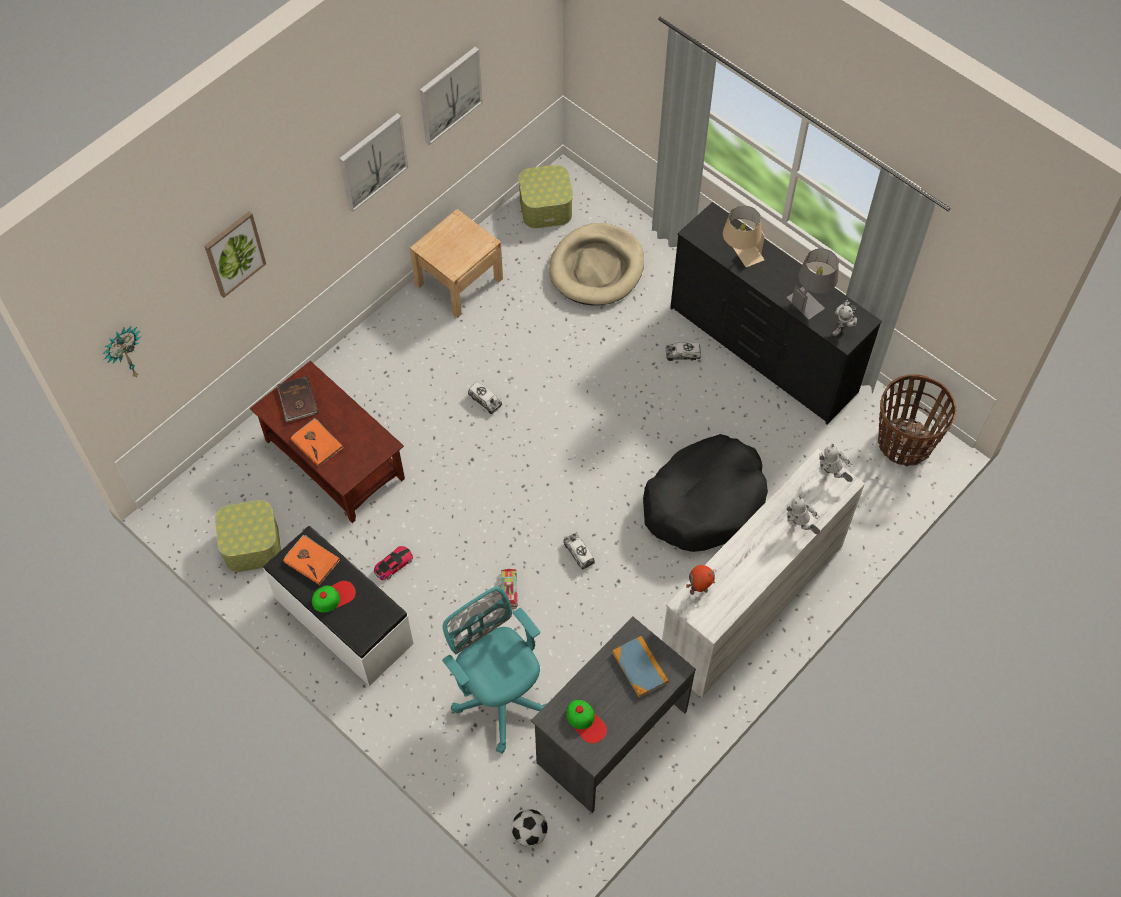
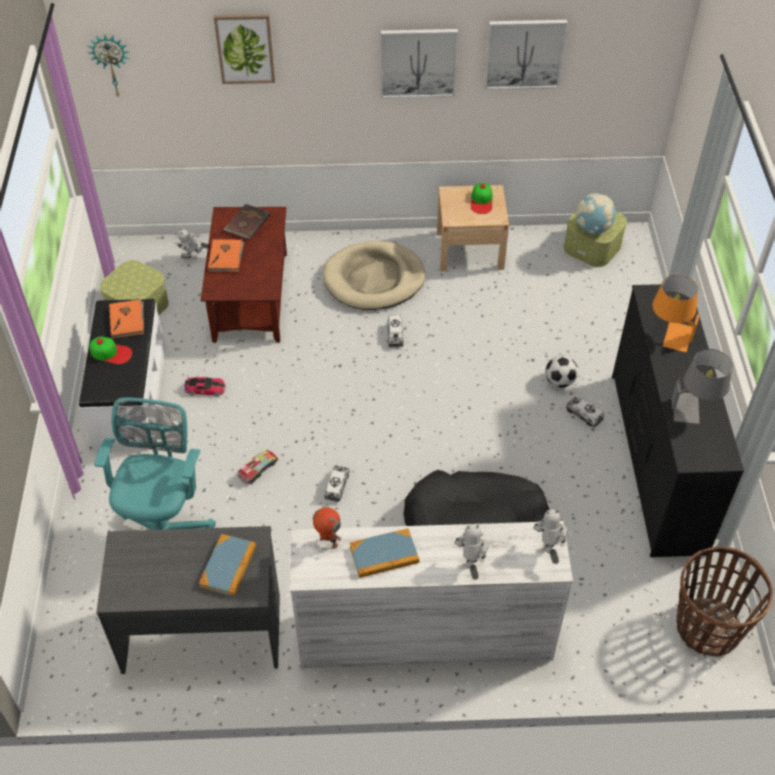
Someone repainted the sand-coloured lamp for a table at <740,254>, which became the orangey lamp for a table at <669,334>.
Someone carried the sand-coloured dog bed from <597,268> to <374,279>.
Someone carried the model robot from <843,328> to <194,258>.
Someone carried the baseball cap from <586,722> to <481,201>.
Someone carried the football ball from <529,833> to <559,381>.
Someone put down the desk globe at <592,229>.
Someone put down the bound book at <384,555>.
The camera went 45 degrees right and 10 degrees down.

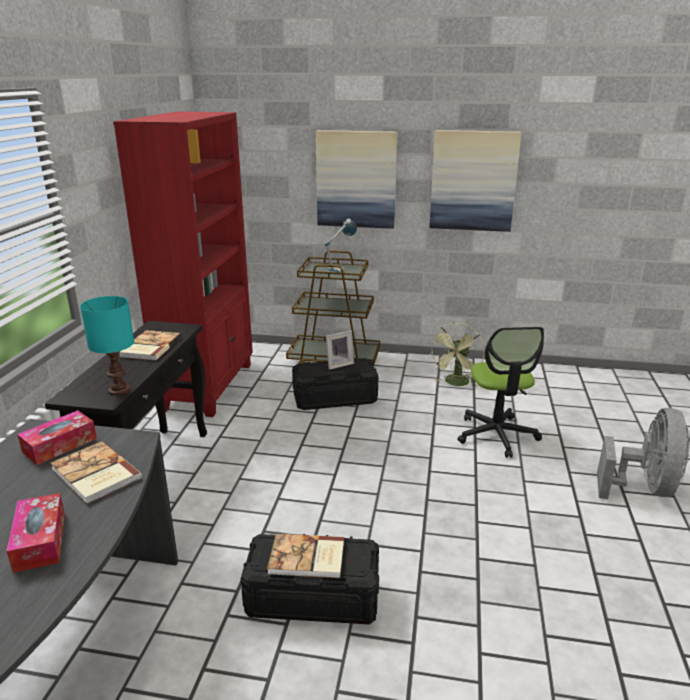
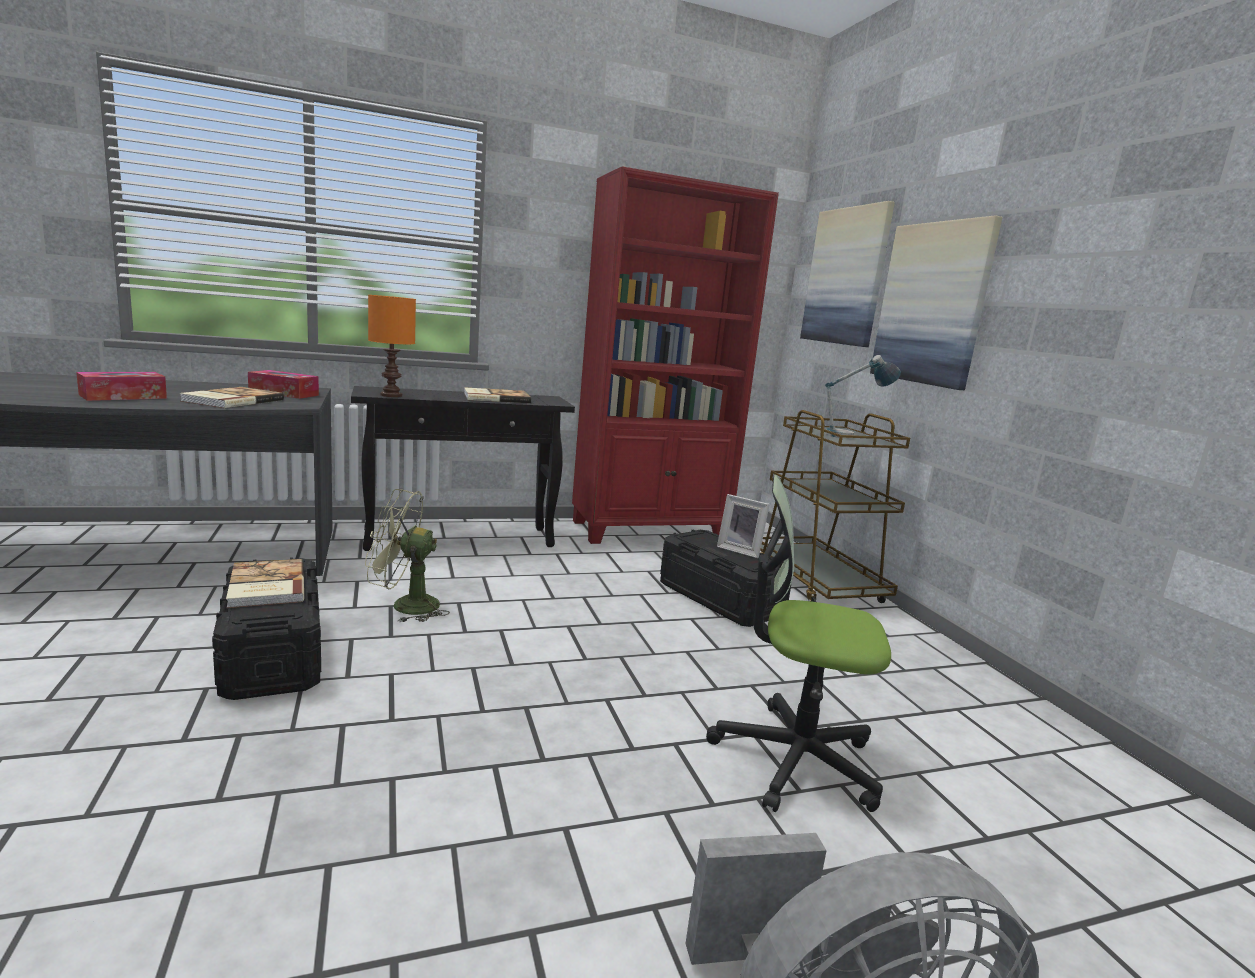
Someone carried the wall art from <473,181> to <846,276>.
Someone repainted the turquoise lamp for a table at <120,390>, which became the orangey lamp for a table at <392,395>.
Someone carried the green-coloured fan from <456,383> to <405,606>.
Someone rotated the desk chair at <496,435> by 45 degrees clockwise.
The camera went 60 degrees right and 10 degrees down.

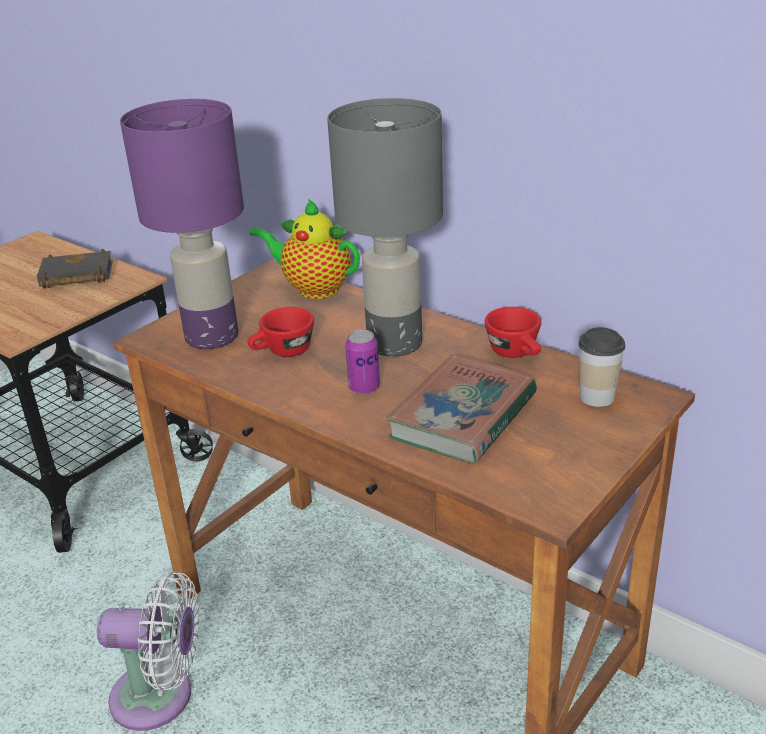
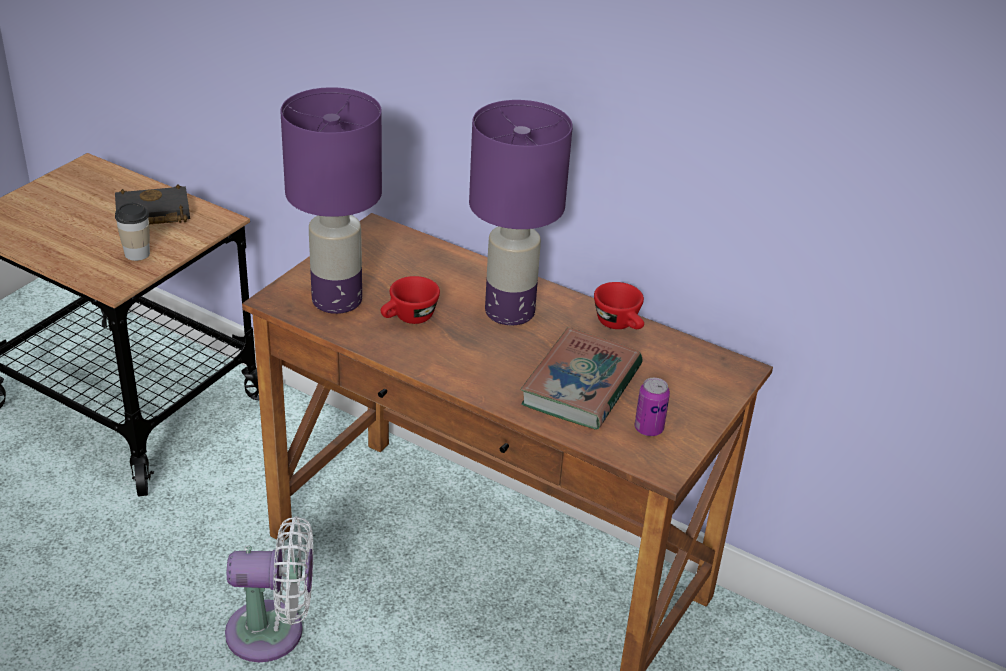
Someone repainted the grey lamp for a table at <393,343>, which became the purplish lamp for a table at <508,311>.
Someone took away the tea pot at <313,289>.
Someone carried the drinking cup from <597,397> to <137,254>.
Someone carried the sealed can from <364,387> to <648,429>.
The camera went 10 degrees left and 5 degrees up.

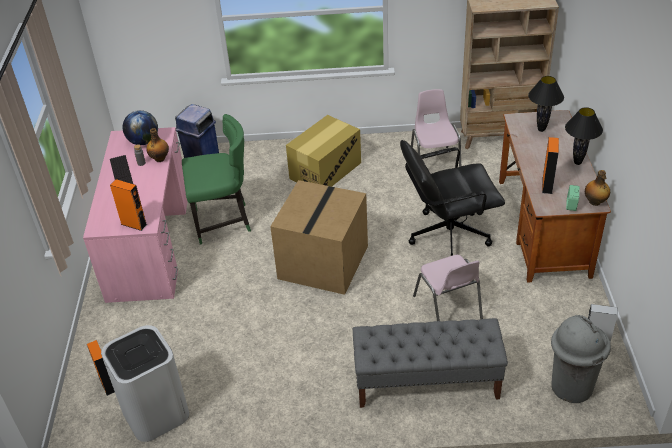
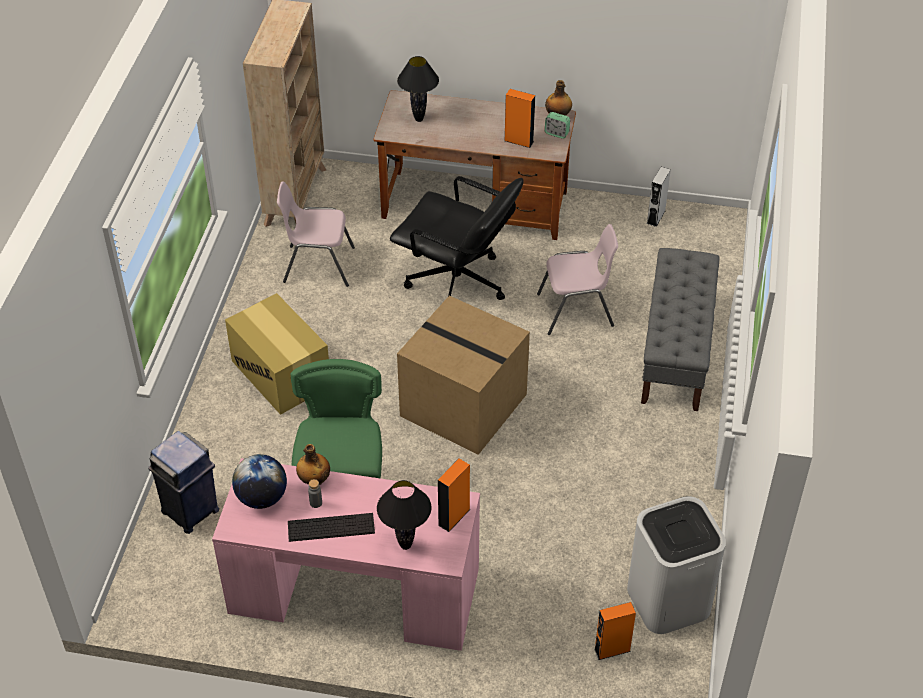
Someone carried the black lamp for a table from <578,163> to <406,545>.
Someone rotated the black desk chair at <448,235> by 60 degrees counterclockwise.
Someone took away the grey rubbish bin at <571,386>.
The camera went 80 degrees left and 5 degrees up.

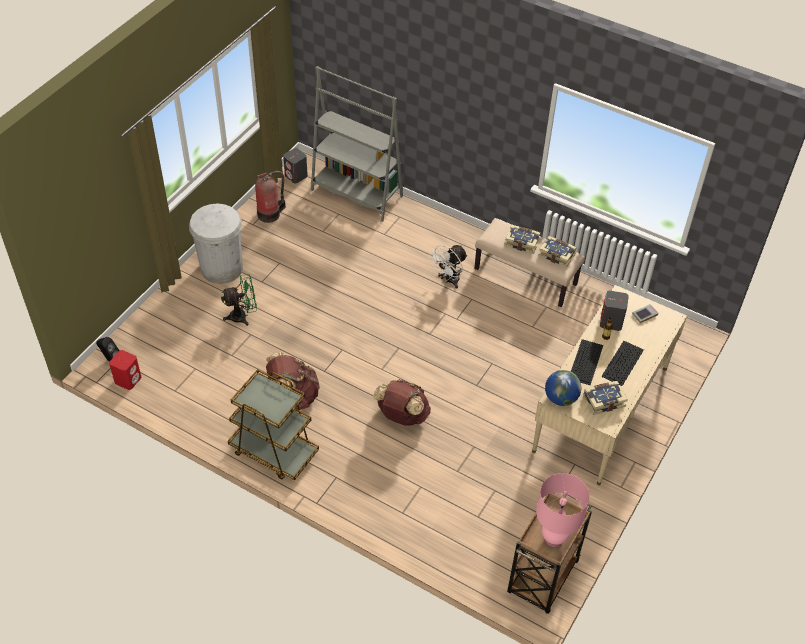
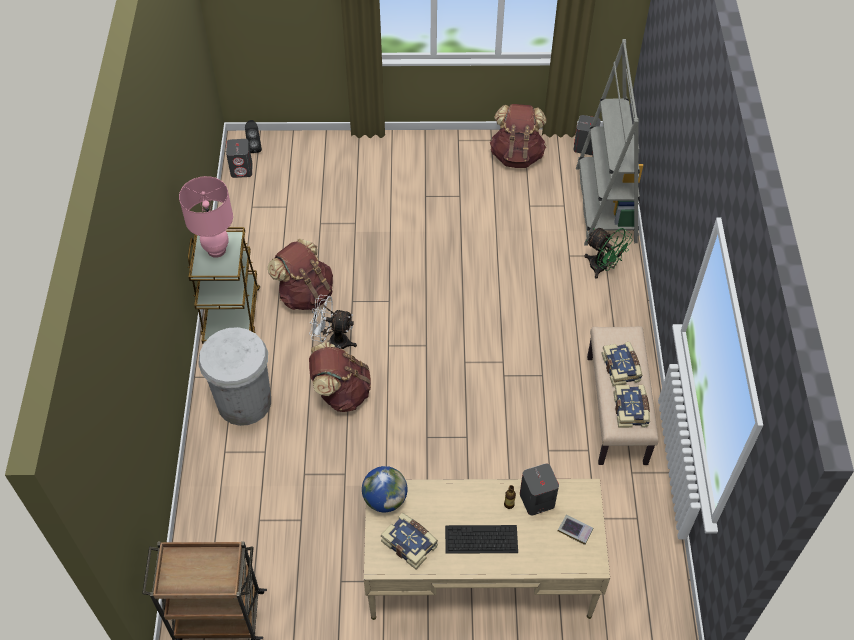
Someone swapped the extinguisher at <270,214> for the brown rucksack at <517,155>.
Someone carried the white rubbish bin from <221,268> to <244,402>.
Someone carried the white fan from <449,280> to <333,342>.
Someone carried the green-coloured fan from <243,316> to <602,268>.
Someone took away the keyboard at <586,362>.
Someone repainted the red-coloured loudspeaker at <128,379>, which became the grey loudspeaker at <242,169>.
Someone carried the pink lamp for a table from <553,539> to <216,250>.
The camera went 60 degrees right and 5 degrees up.

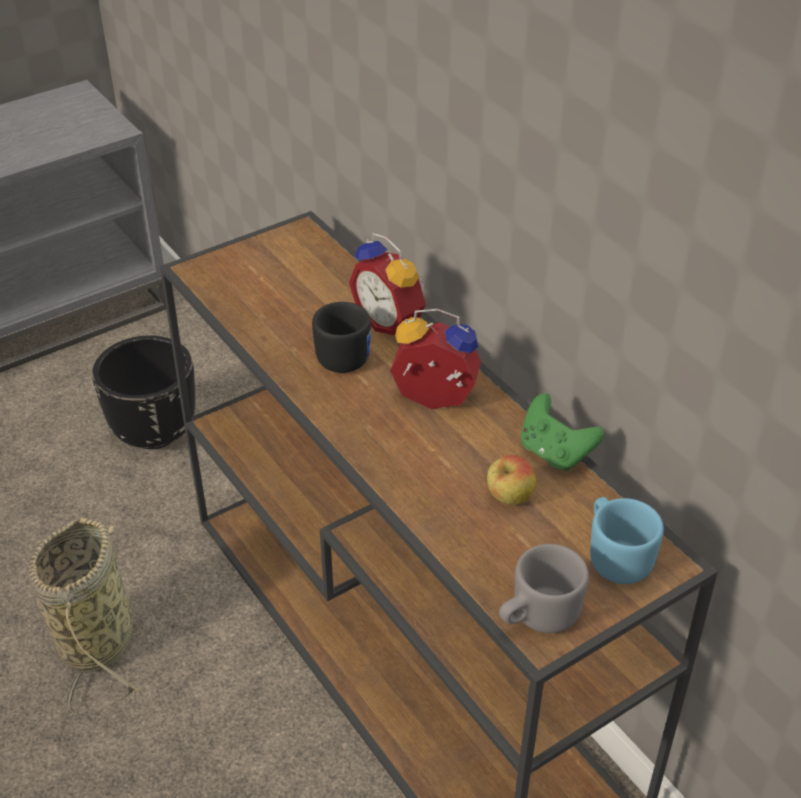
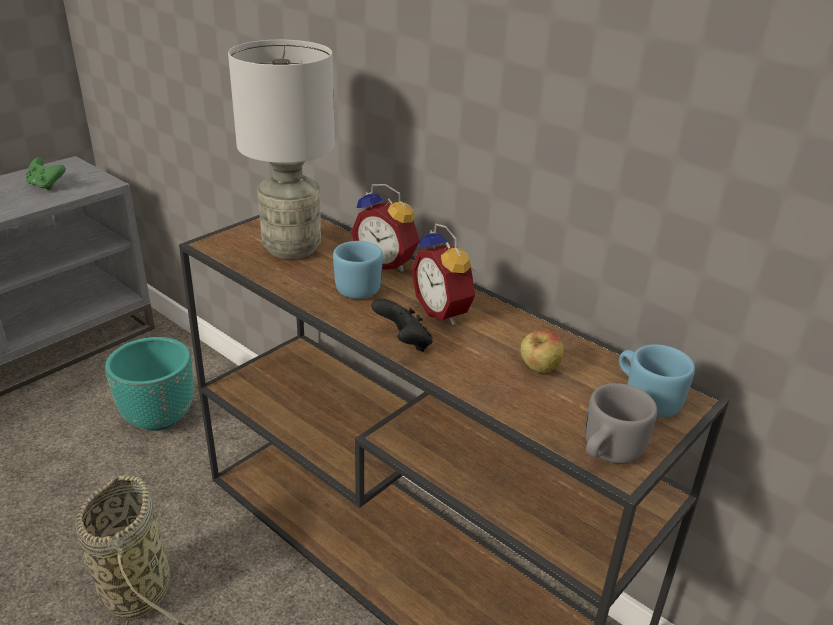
Someone repainted the black mug at <341,354>, which became the bluish mug at <355,287>.
Someone rotated the bedside clock at <433,402> by 120 degrees counterclockwise.
Someone repainted the black planter at <155,433>, which became the turquoise planter at <159,418>.
Someone carried the green-coloured gamepad from <555,453> to <46,186>.
Someone put down the grey lamp for a table at <293,248>.
Someone put down the black gamepad at <404,343>.
The camera went 15 degrees left and 10 degrees down.

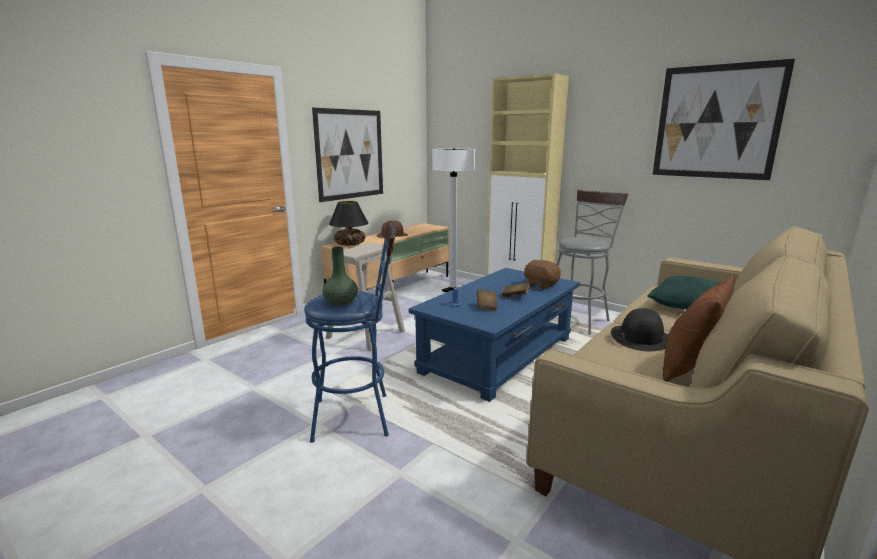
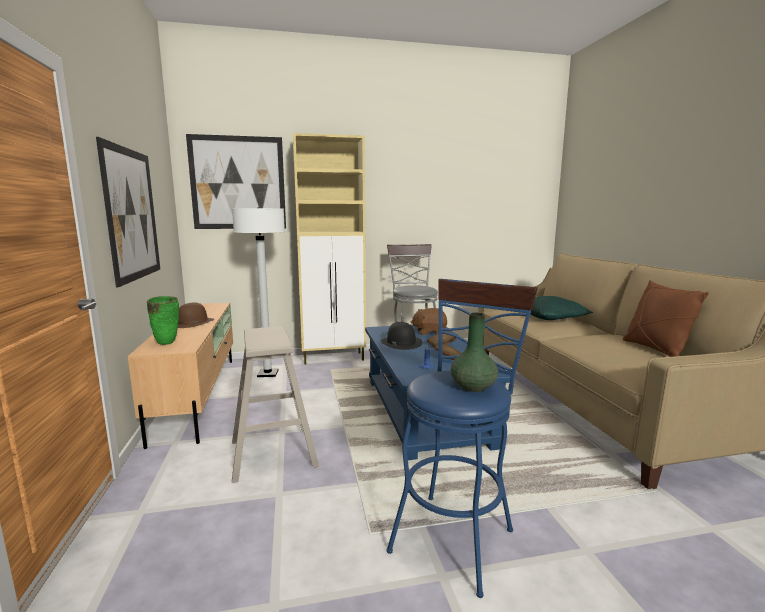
Someone carried the wall art from <716,122> to <238,183>.
Someone swapped the black lamp for a table at <349,244> for the green-coloured vase at <166,343>.
Someone carried the black clothing hat from <641,338> to <401,342>.
The camera went 50 degrees left and 5 degrees down.

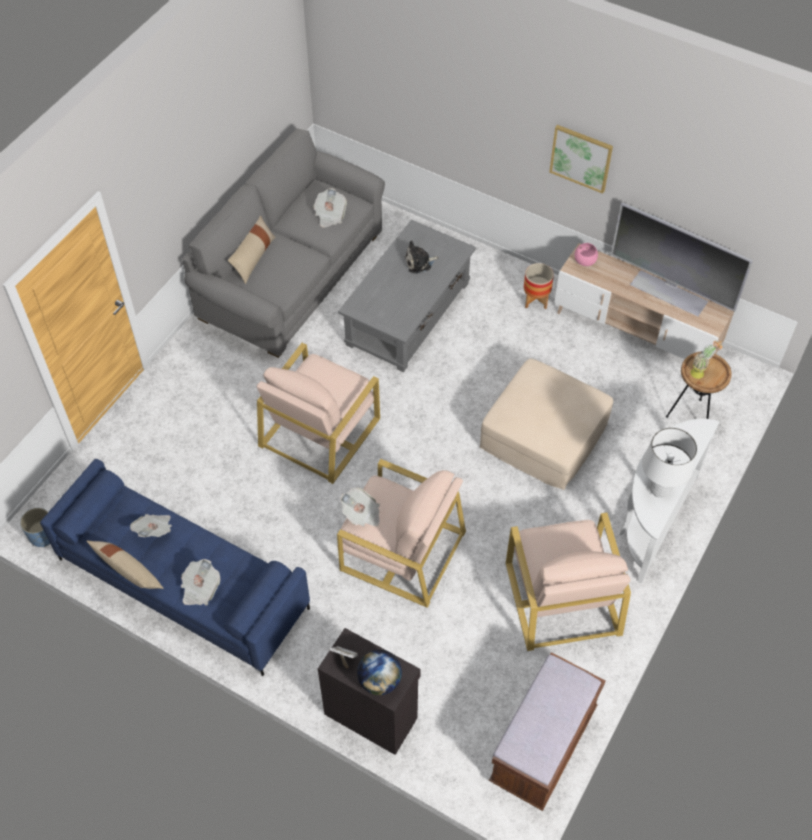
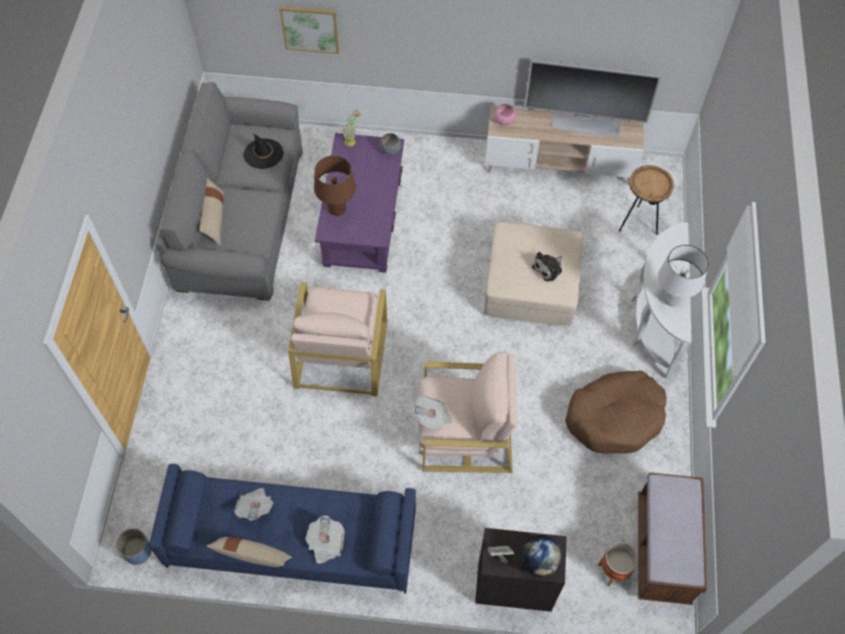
Someone carried the wall art from <581,158> to <310,29>.
Someone swapped the newspaper at <330,215> for the black clothing hat at <263,154>.
Someone repainted the grey low table at <408,313>, which became the purplish low table at <363,218>.
Someone carried the plush toy from <419,262> to <548,268>.
Someone carried the planter from <536,300> to <613,571>.
Someone carried the houseplant from <700,372> to <352,140>.
Someone swapped the sand-coloured easy chair at <562,596> for the brown dog bed at <615,417>.
Someone put down the grey deep dish at <390,150>.
Someone put down the brown lamp for a table at <337,209>.
The camera went 25 degrees left and 5 degrees up.

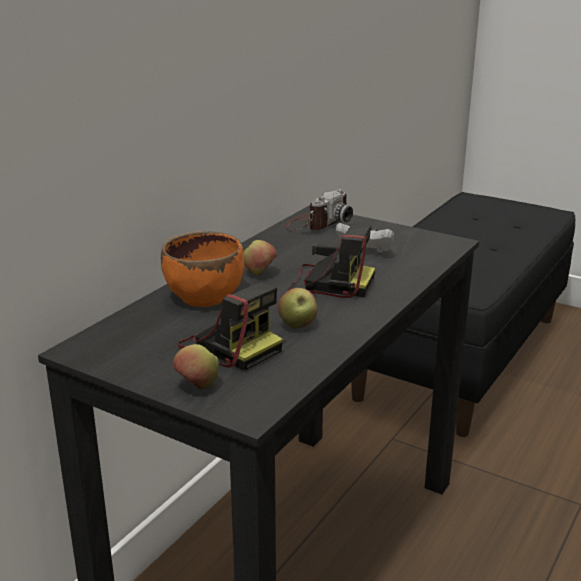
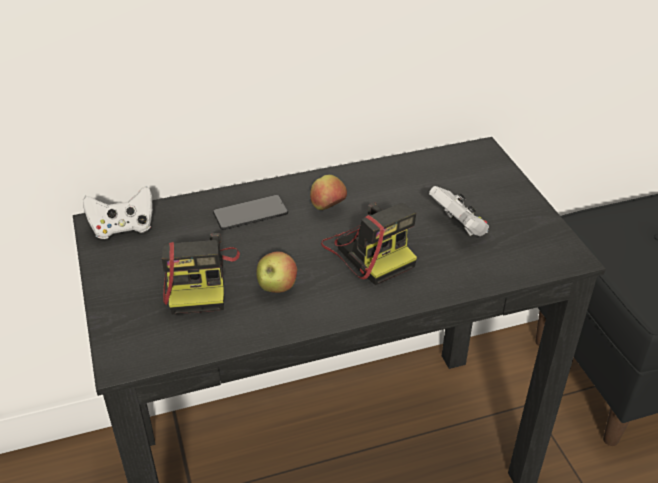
Someone took away the still camera at <317,223>.
Someone swapped the orangey deep dish at <205,297> for the handset at <250,214>.
Someone took away the apple at <197,387>.
Someone put down the white gamepad at <123,228>.
The camera went 40 degrees right and 15 degrees up.

